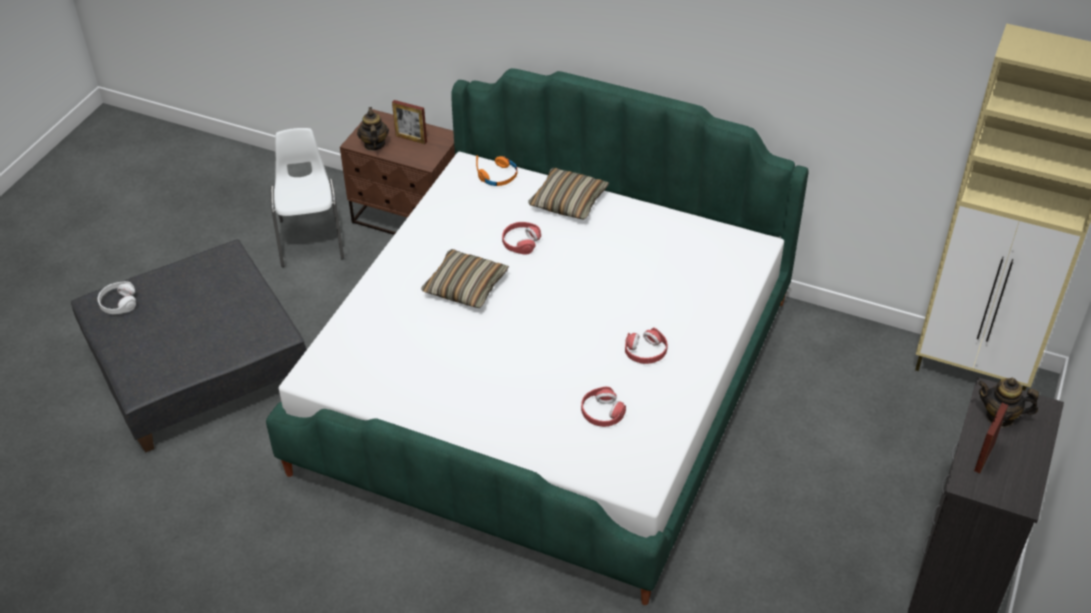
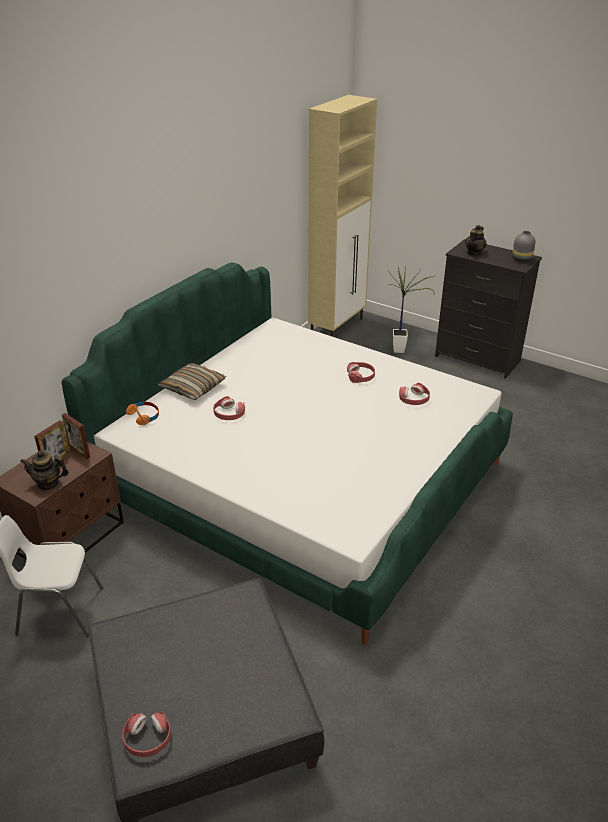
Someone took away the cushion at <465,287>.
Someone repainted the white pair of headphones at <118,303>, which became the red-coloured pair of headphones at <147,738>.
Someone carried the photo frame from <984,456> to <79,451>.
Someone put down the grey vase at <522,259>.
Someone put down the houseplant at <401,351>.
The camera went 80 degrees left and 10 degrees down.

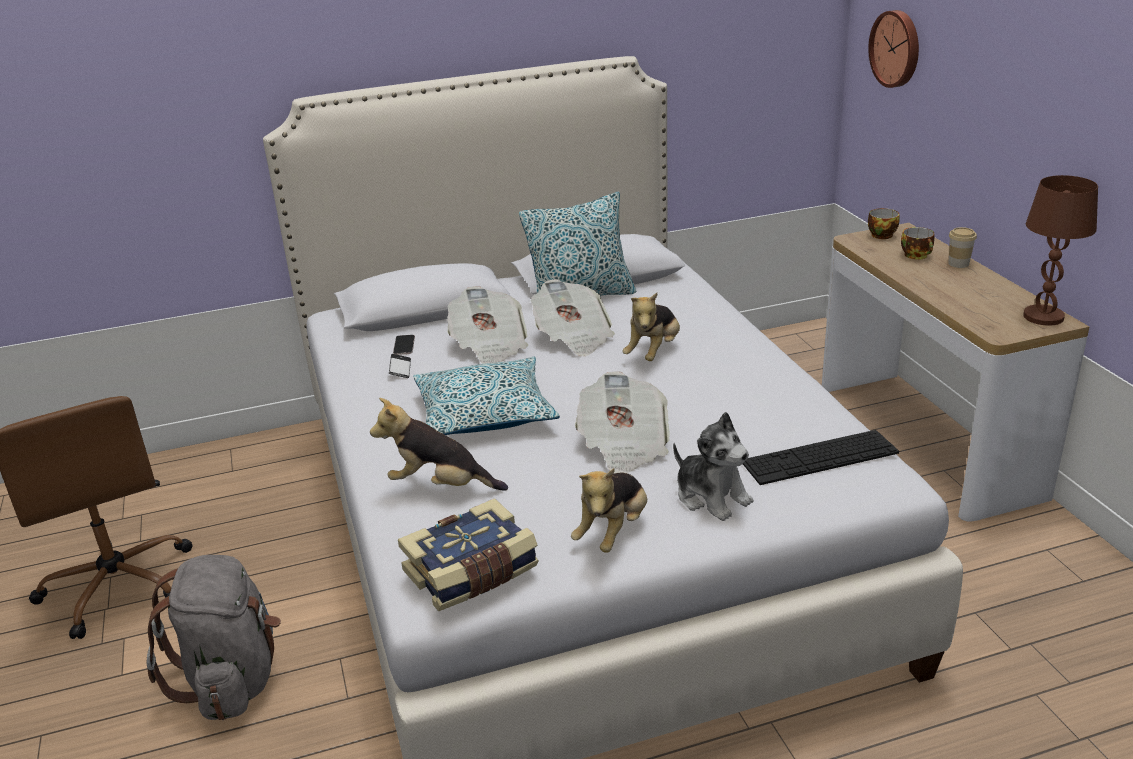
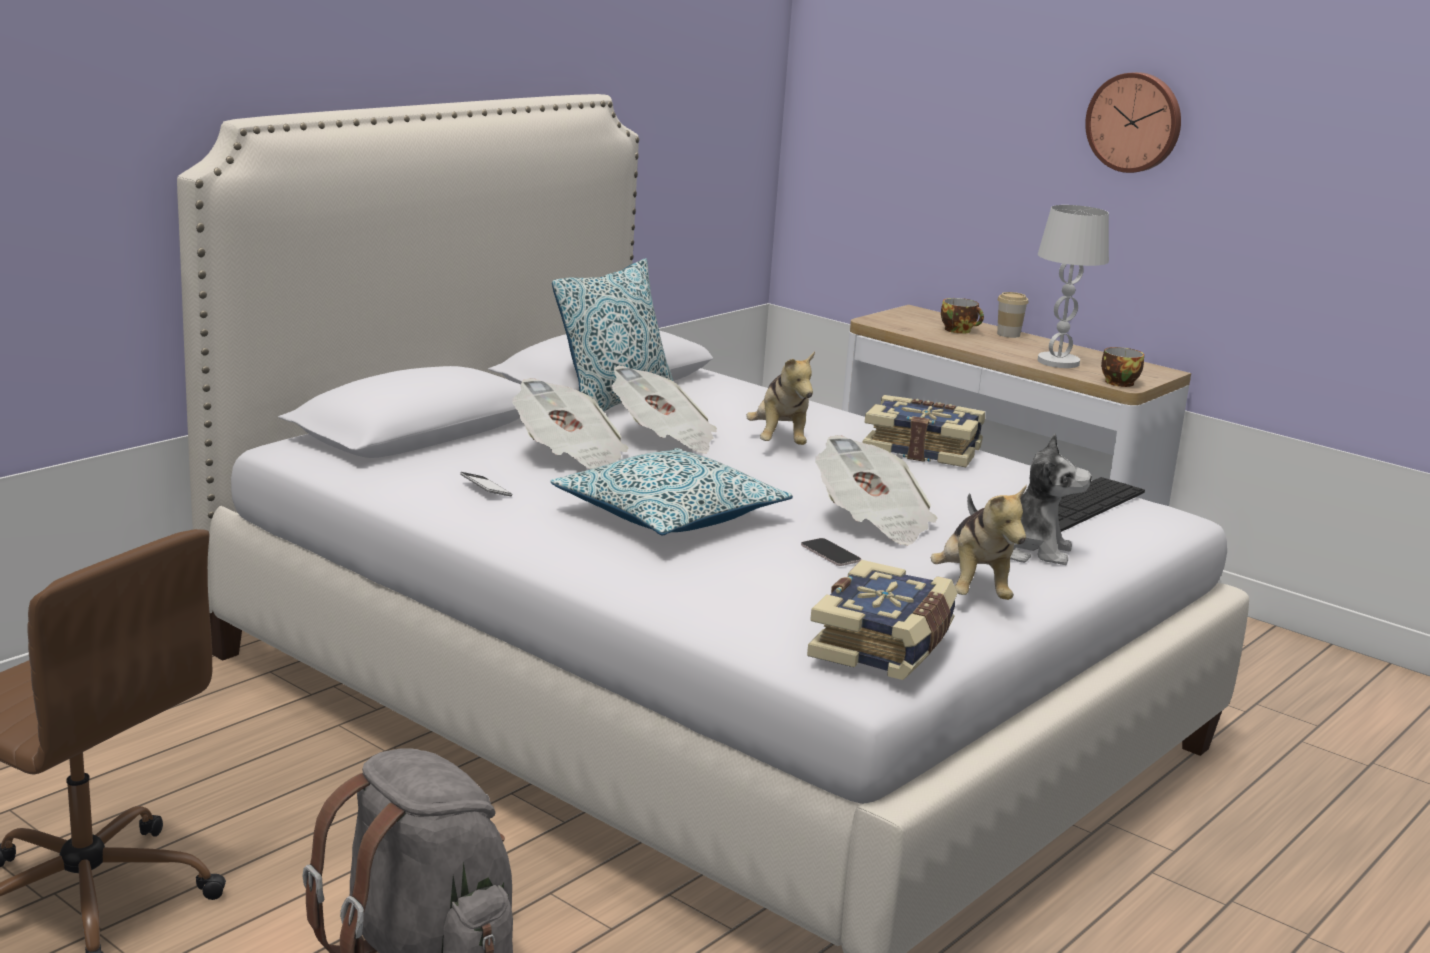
Someone carried the hanging clock from <896,48> to <1135,122>.
Someone took away the brown lamp for a table at <1043,317>.
Someone carried the drinking cup from <880,234> to <1117,382>.
Someone carried the handset from <404,345> to <830,553>.
Someone took away the plush toy at <440,485>.
Someone put down the white lamp for a table at <1058,362>.
Someone put down the bound book at <922,449>.
The camera went 35 degrees left and 10 degrees down.

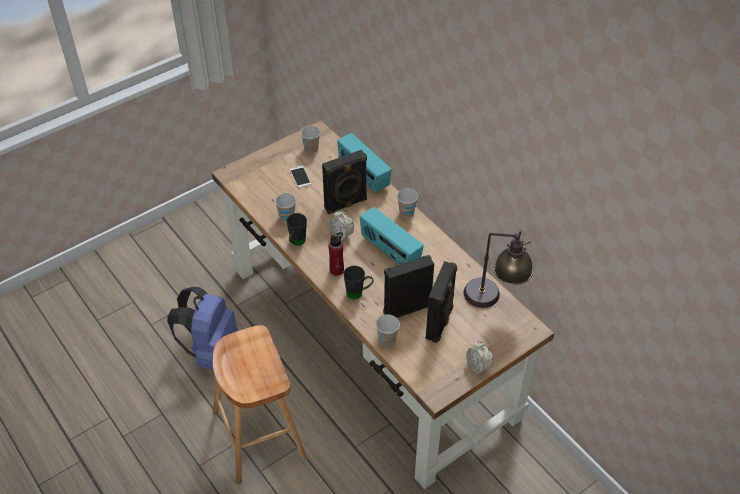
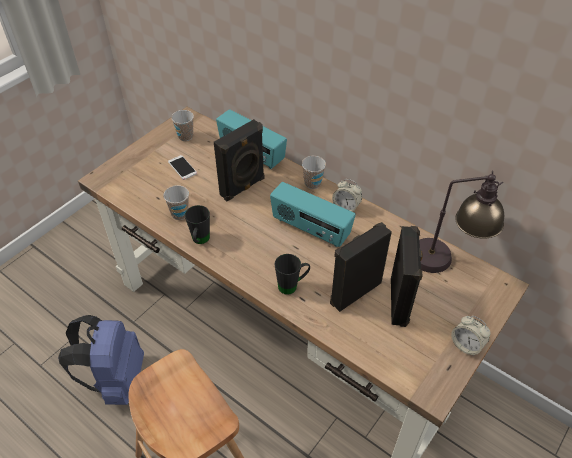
Someone carried the bedside clock from <341,234> to <346,207>.
Someone took away the red-coloured beverage bottle at <336,270>.
Someone took away the drinking cup at <387,340>.
The camera went 15 degrees left and 0 degrees up.

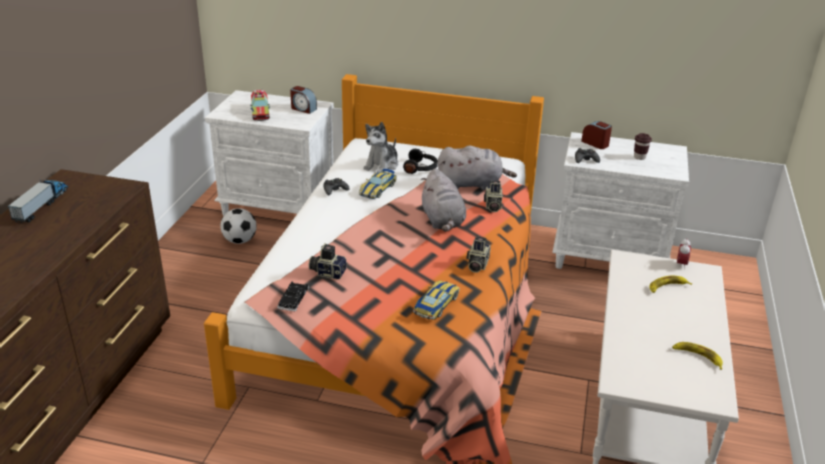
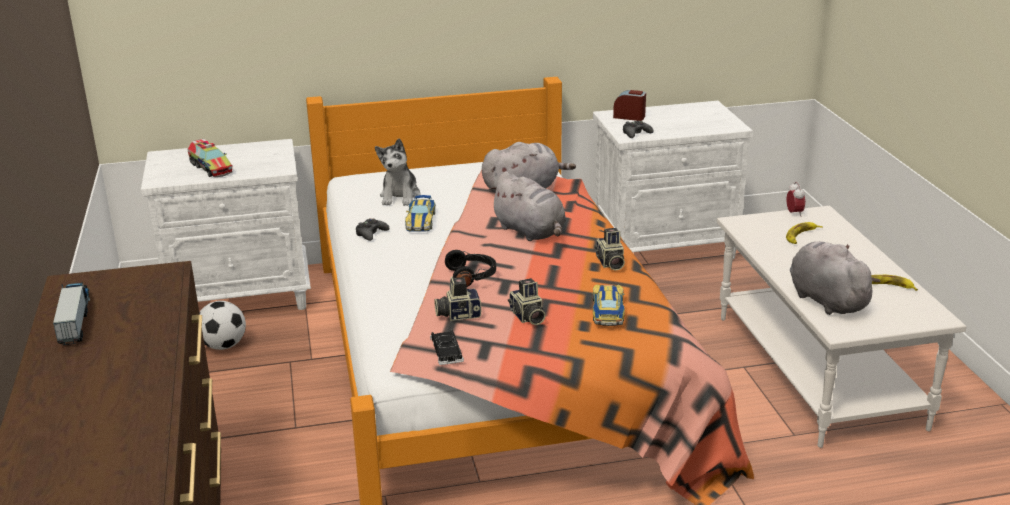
Someone took away the bedside clock at <303,109>.
Someone took away the brown drinking cup at <639,157>.
Someone carried the black pair of headphones from <421,168> to <472,276>.
Someone carried the still camera from <492,206> to <527,317>.
Someone put down the grey plush toy at <825,300>.
The camera went 25 degrees left and 5 degrees down.

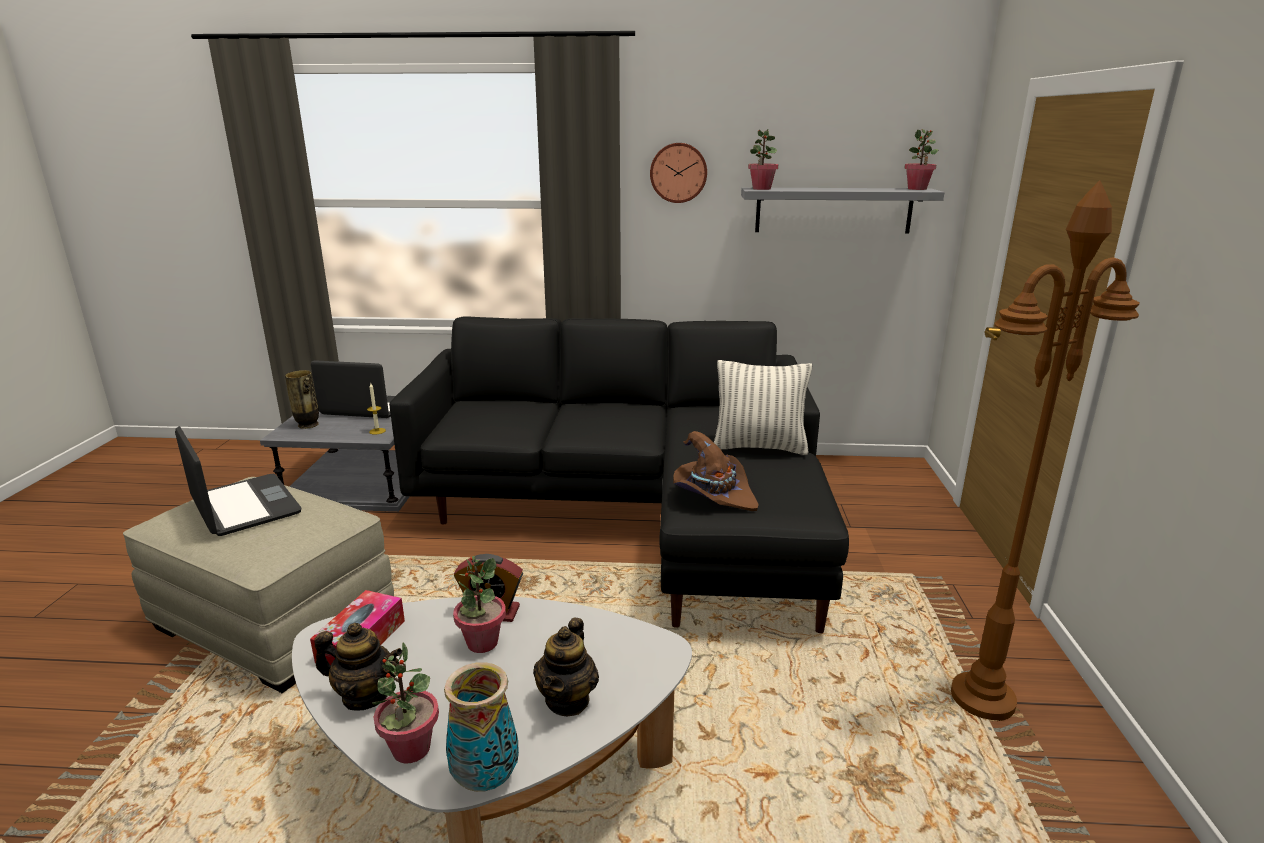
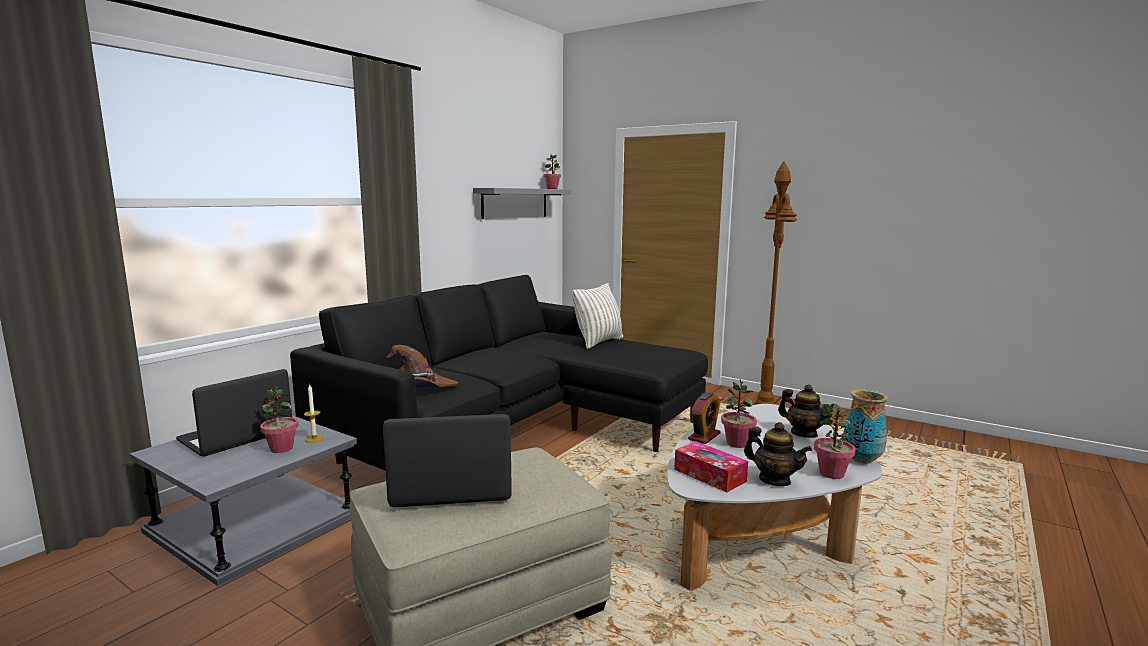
Someone carried the houseplant from <761,189> to <281,448>.
Someone took away the hanging clock at <678,172>.
Someone took away the vase at <308,425>.
Someone carried the brown clothing hat from <714,494> to <419,388>.
Someone rotated the tea pot at <365,696> by 90 degrees clockwise.
The camera went 60 degrees left and 10 degrees down.

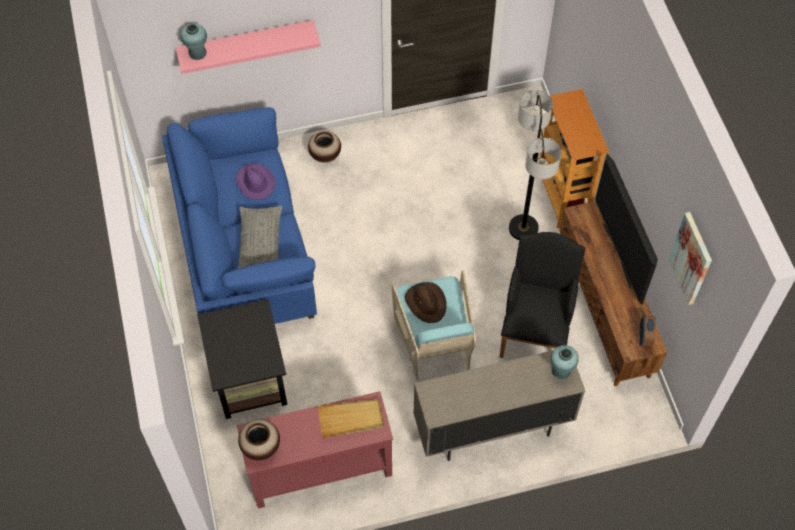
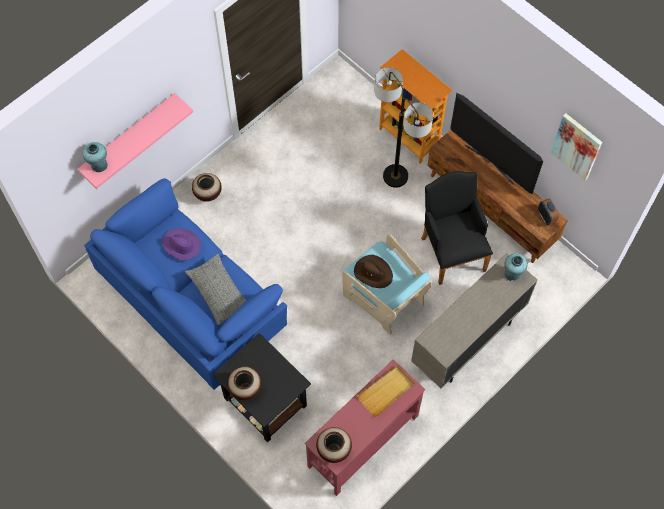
Someone put down the vase at <245,388>.
The camera went 30 degrees left and 5 degrees up.

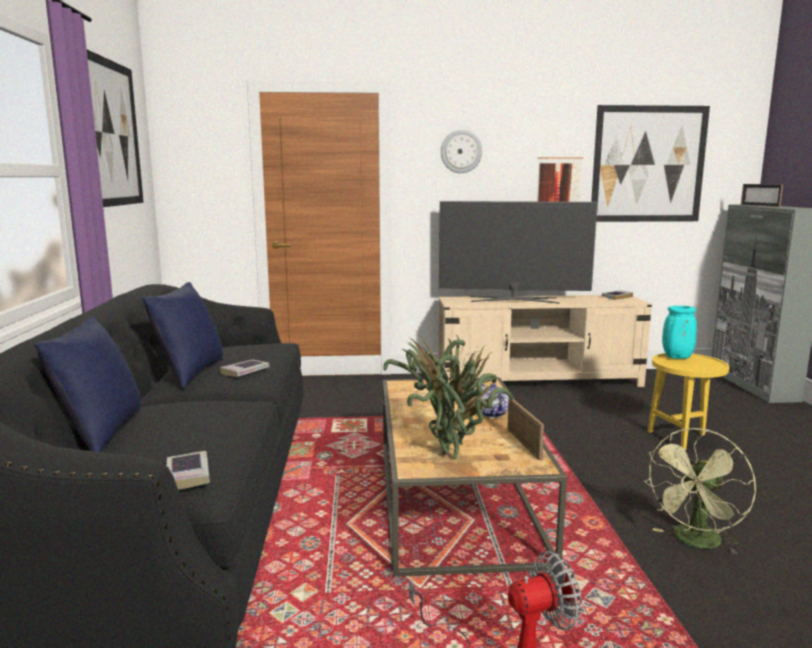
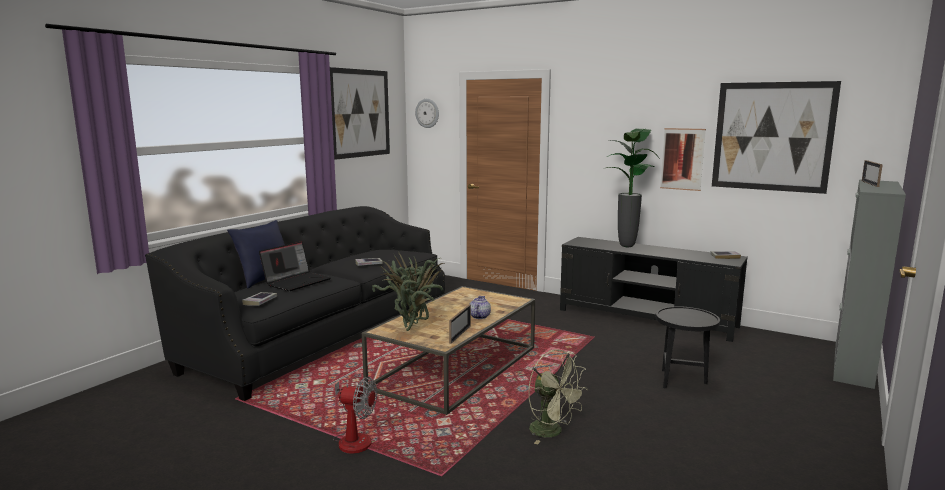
Someone carried the hanging clock from <461,151> to <427,113>.
Someone swapped the TV set at <514,300> for the houseplant at <628,246>.
Someone took away the bluish cushion at <189,374>.
Someone repainted the sand-coloured media console at <539,380>, which became the black media console at <646,318>.
Someone took away the turquoise vase at <676,357>.
Someone repainted the yellowish accent table at <682,437>, which became the black accent table at <682,380>.
Someone rotated the green-coloured fan at <695,542> by 120 degrees counterclockwise.
Someone put down the laptop at <297,281>.
The camera went 35 degrees right and 0 degrees up.

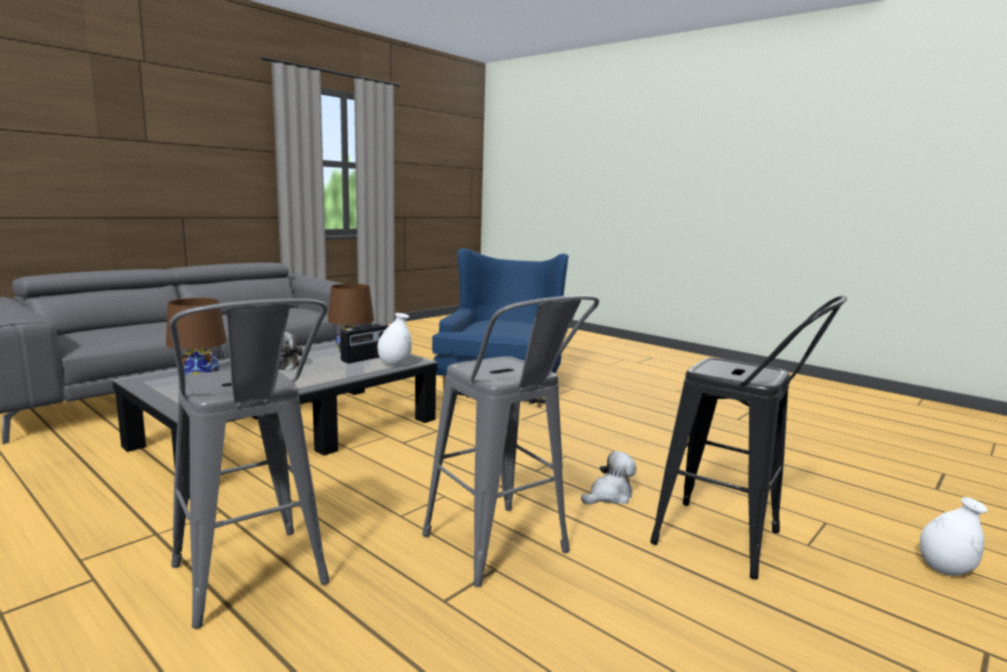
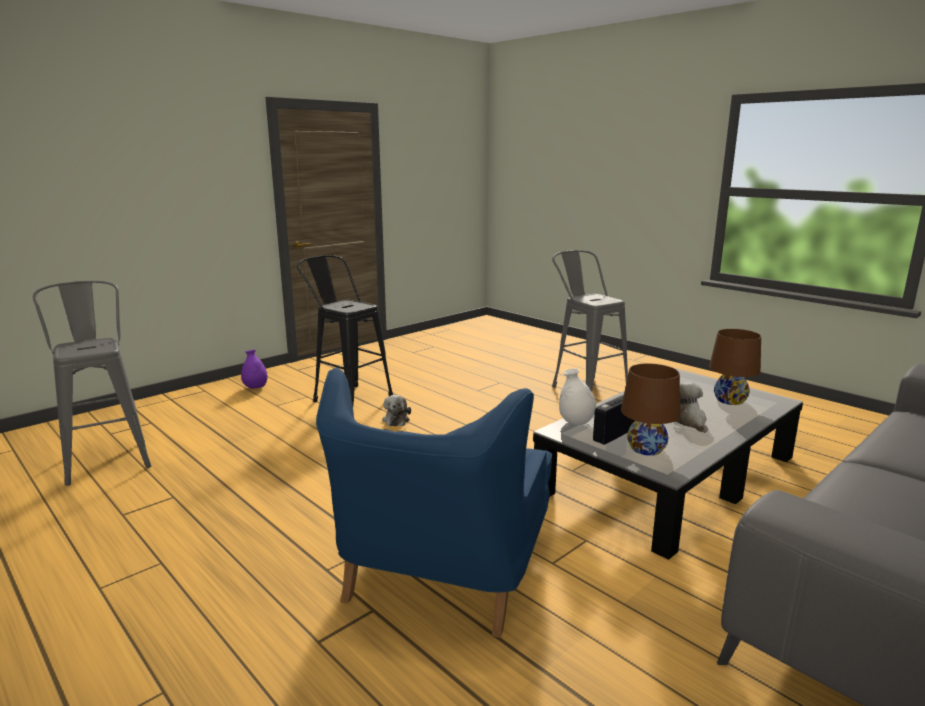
Someone carried the grey sitting stool from <503,551> to <107,458>.
Someone rotated the plush toy at <609,496> by 60 degrees counterclockwise.
Someone repainted the white vase at <945,570>, which became the purplish vase at <255,388>.
The camera went 175 degrees left and 5 degrees up.

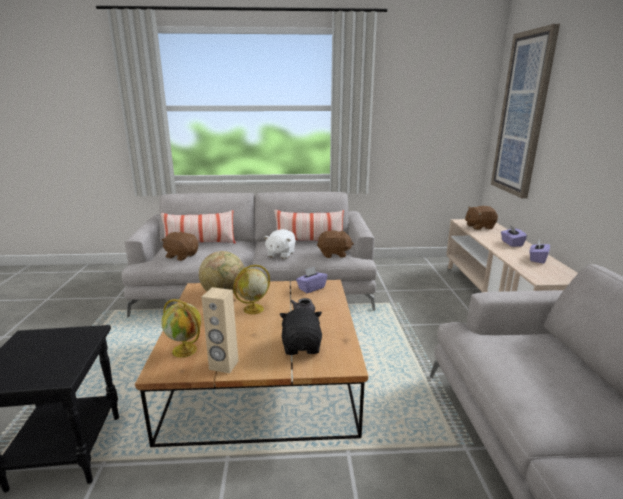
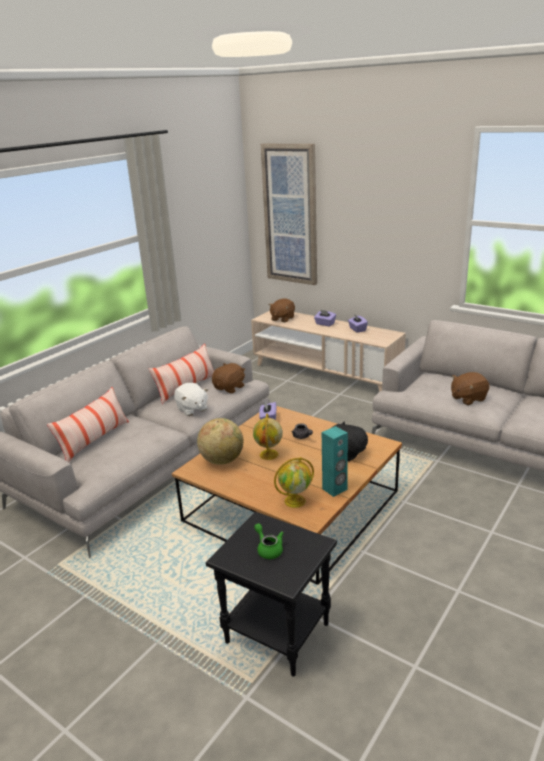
Someone carried the brown plush toy from <181,256> to <468,398>.
Someone repainted the sand-coloured loudspeaker at <223,365>, which became the turquoise loudspeaker at <335,489>.
Someone put down the green-coloured tea pot at <268,549>.
The camera went 50 degrees left and 5 degrees up.

